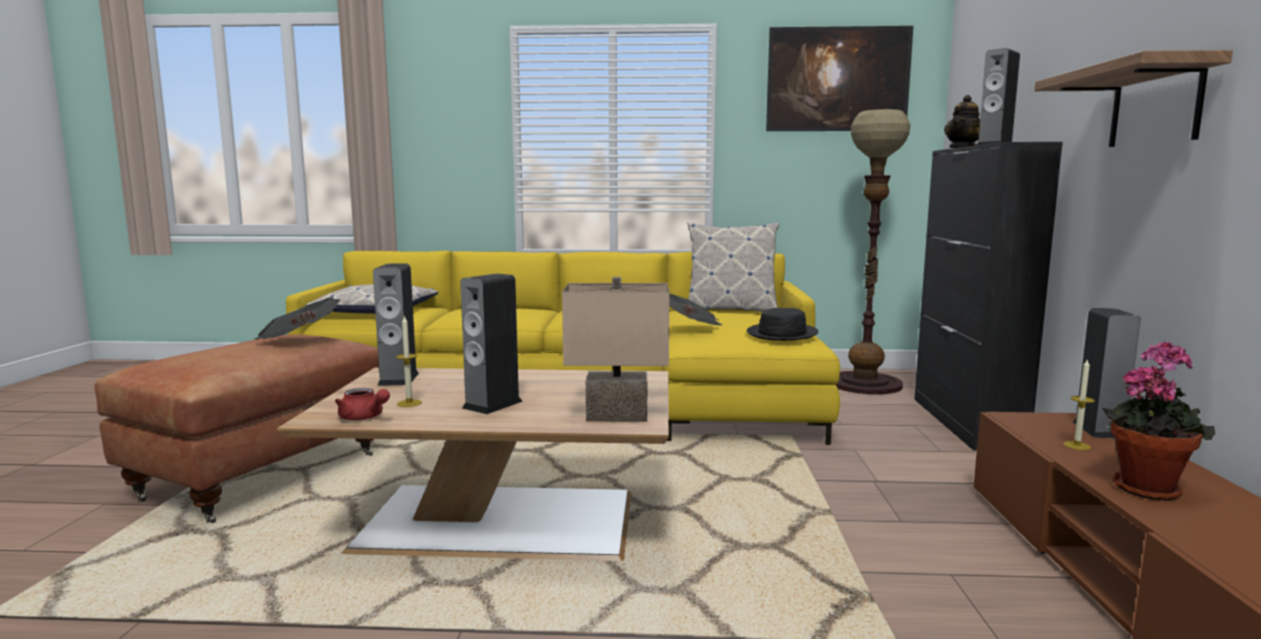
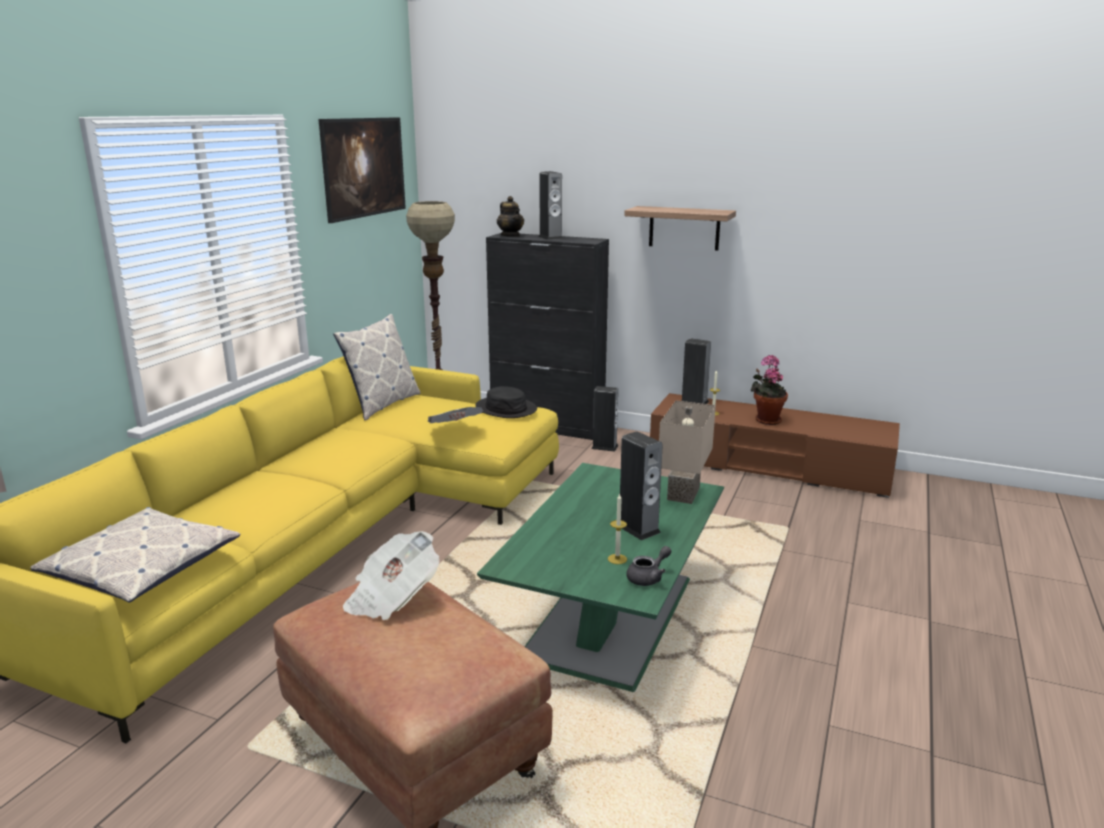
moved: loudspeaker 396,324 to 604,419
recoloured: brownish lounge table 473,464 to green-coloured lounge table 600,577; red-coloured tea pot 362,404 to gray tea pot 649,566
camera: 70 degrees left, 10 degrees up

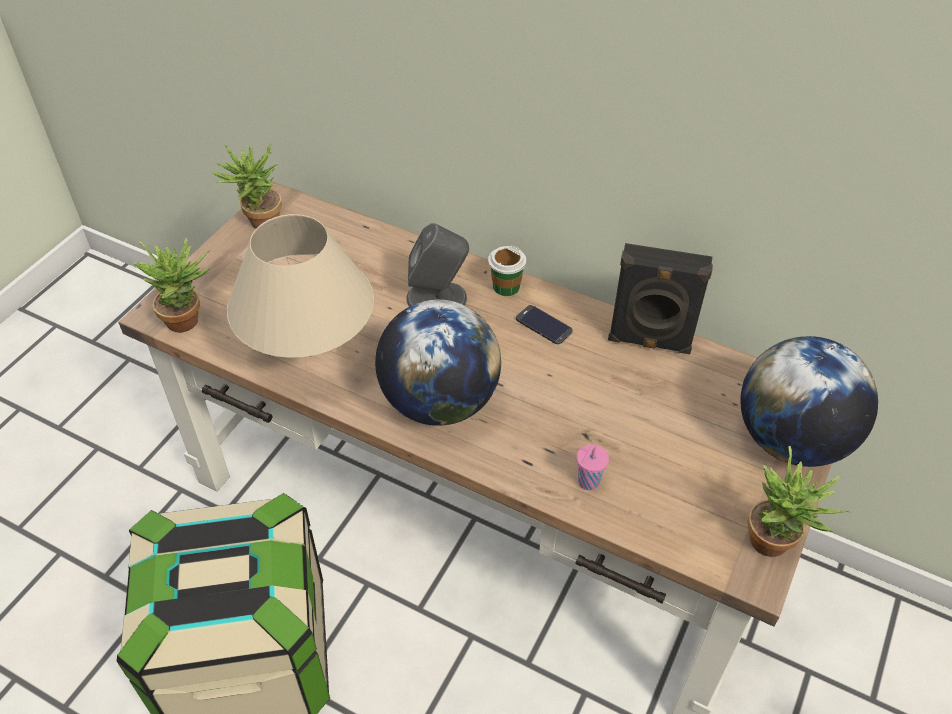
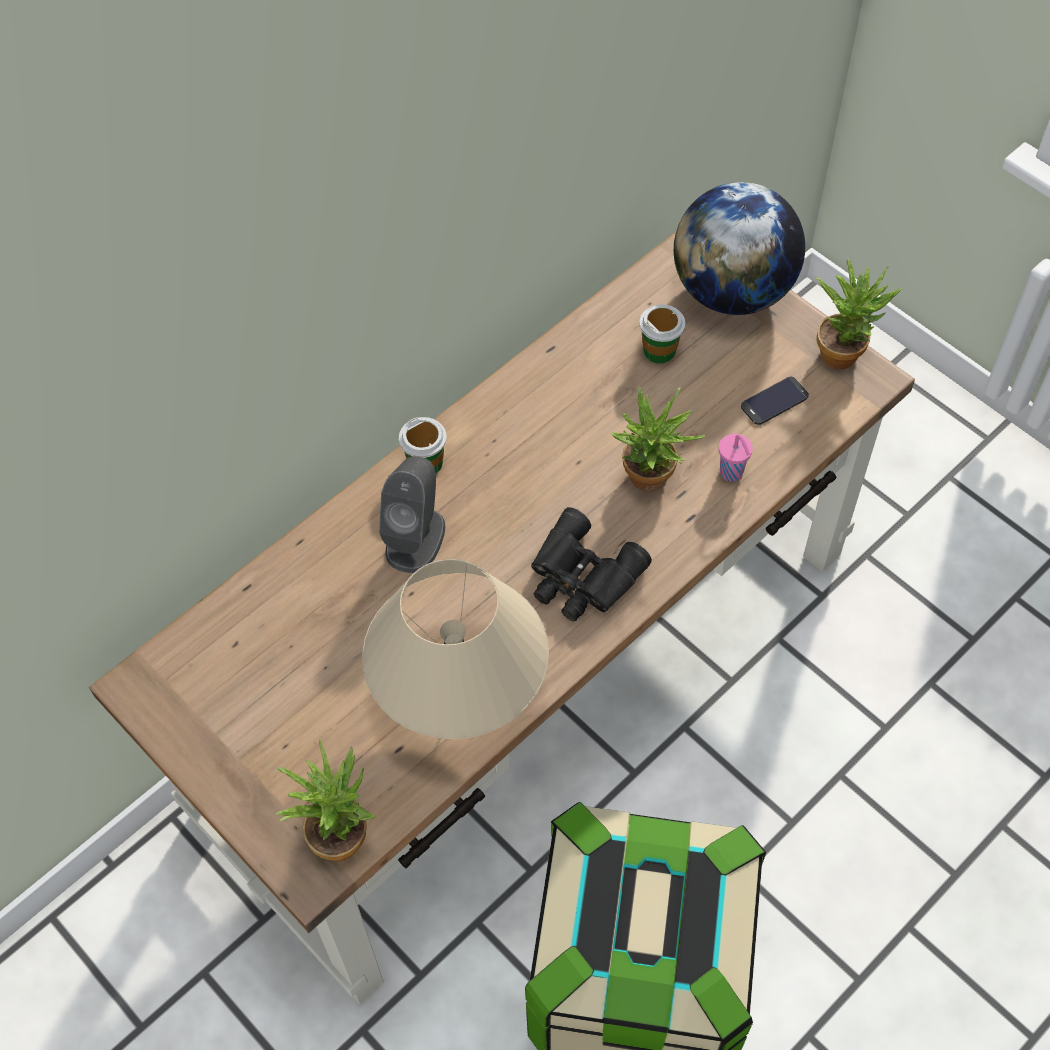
removed: blackish loudspeaker 660,298
added: drinking cup 662,334
moved: potted plant 247,186 to 657,439; handset 544,324 to 775,401
replaced: world globe 438,363 to blackish pair of binoculars 591,564
camera: 70 degrees left, 10 degrees up

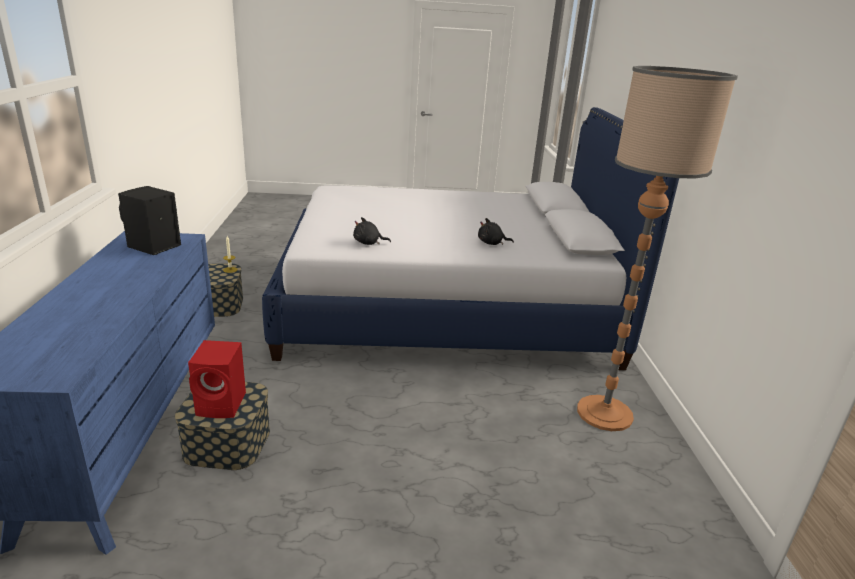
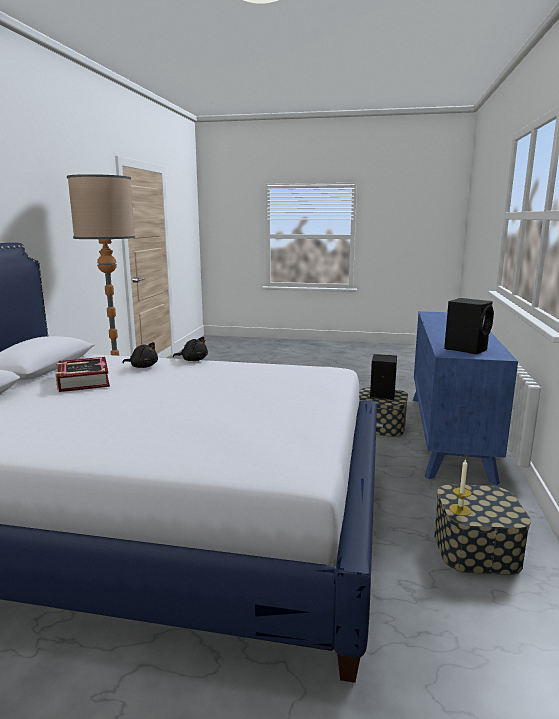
added: bound book 83,374
moved: blackish soft toy 372,231 to 190,349
recoloured: red-coloured loudspeaker 217,379 to blackish loudspeaker 383,377
camera: 165 degrees left, 10 degrees down

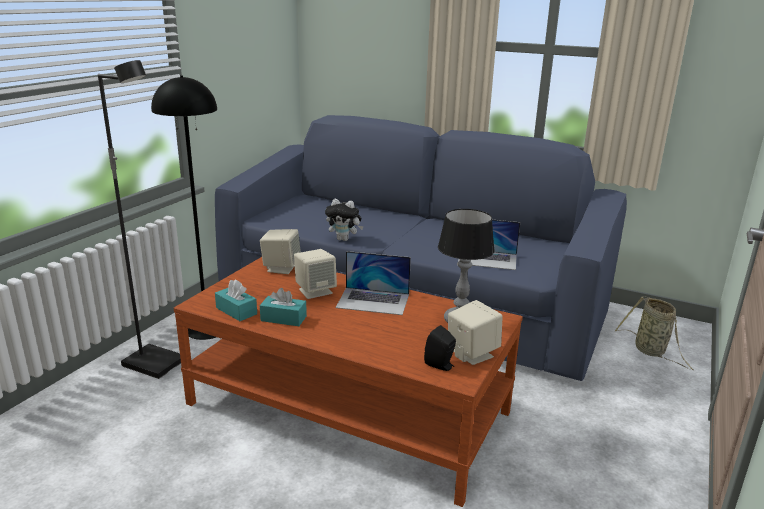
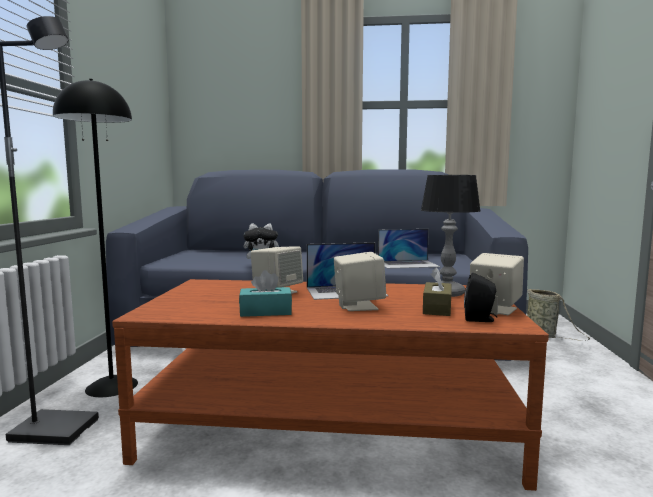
removed: turquoise tissue box 236,300
added: brownish tissue box 437,291
moved: sand-coloured loudspeaker 280,251 to 360,281
camera: 20 degrees left, 15 degrees down

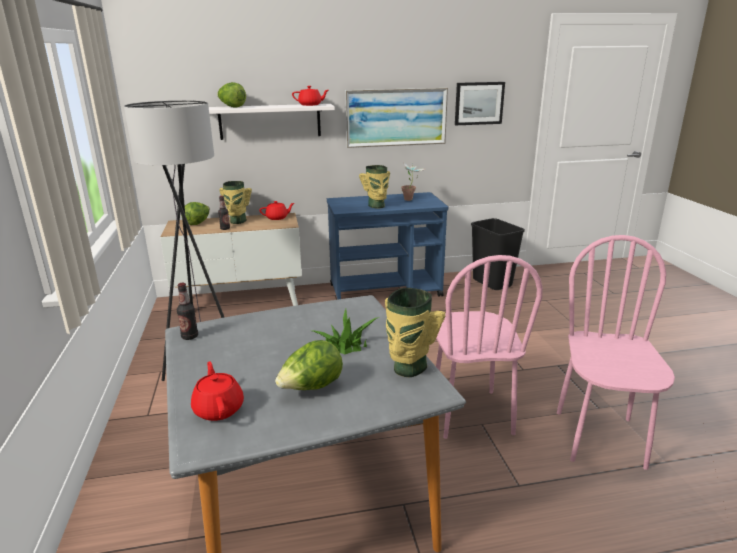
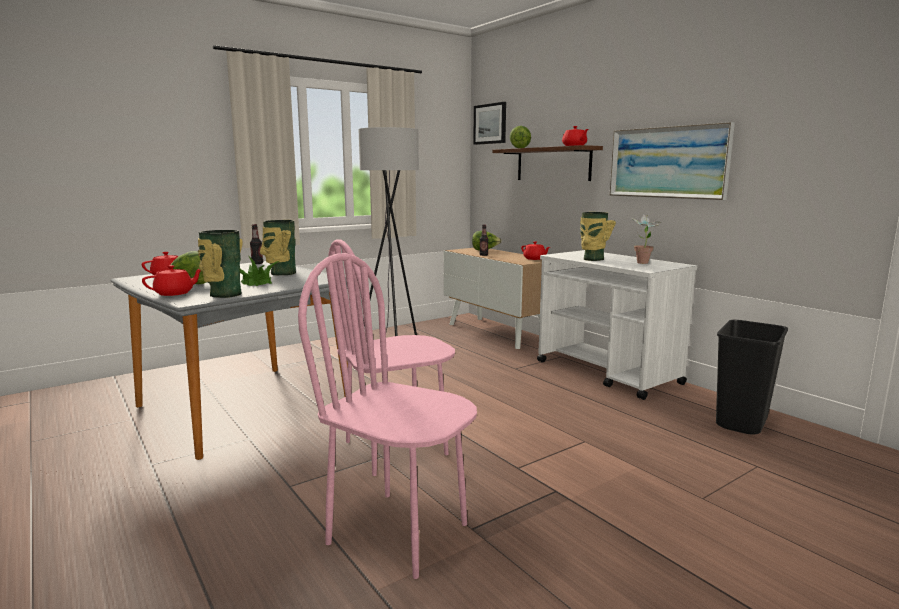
added: red-coloured tea pot 171,280
moved: flower vase 235,202 to 278,247; picture 480,103 to 489,123
recoloured: whitish shelf 272,122 to brownish shelf 547,163; blue wheeled cart 387,246 to whitish wheeled cart 617,325
turned: pinkish chair 616,352 = 387,416 135 degrees counterclockwise
camera: 65 degrees right, 10 degrees down

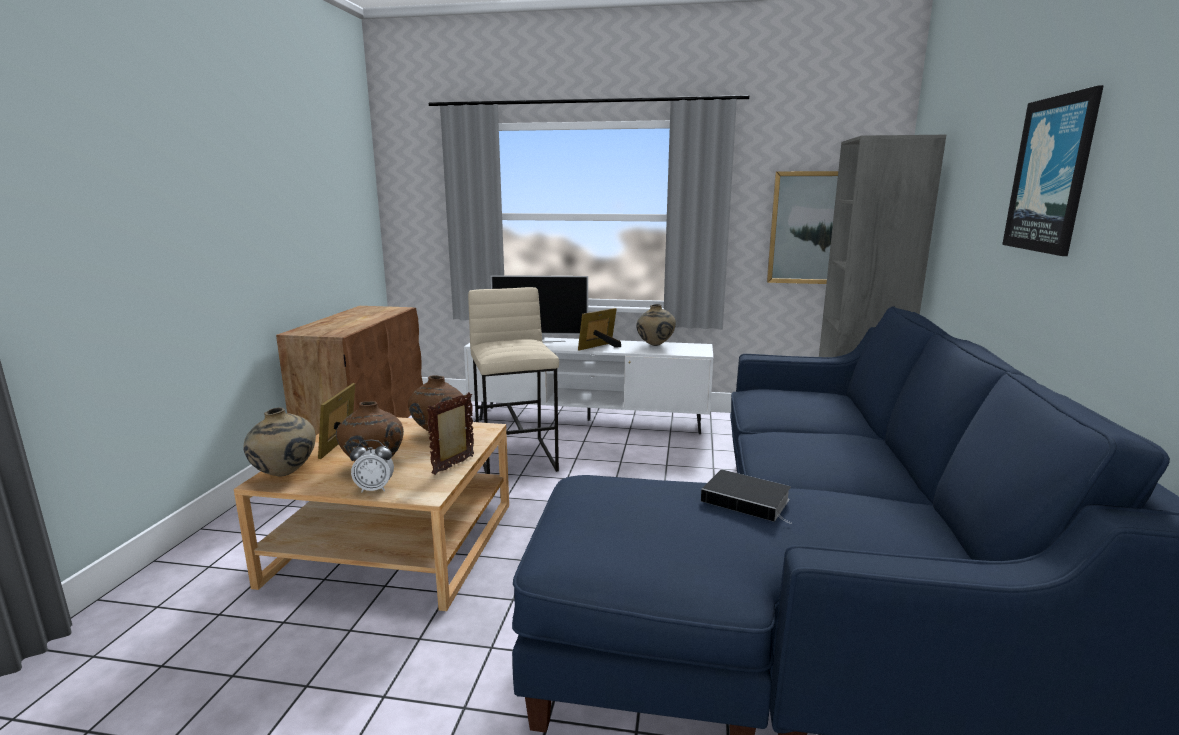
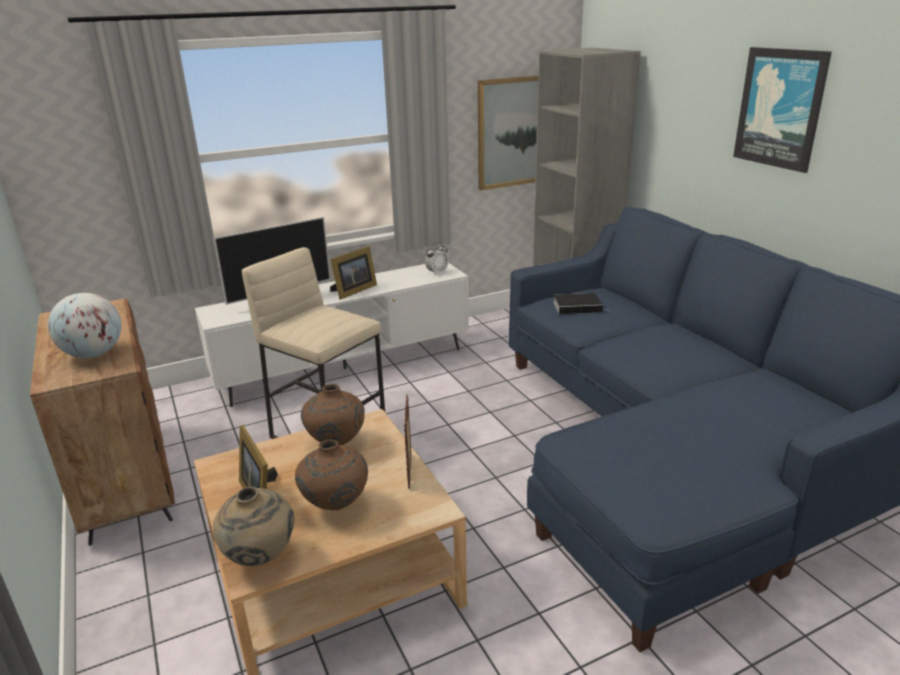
removed: sand-coloured flower vase 656,325
added: world globe 84,325
moved: table clock 372,466 to 437,259; bound book 746,497 to 581,303
turned: picture frame 599,329 = 353,273 150 degrees counterclockwise
camera: 35 degrees left, 10 degrees up

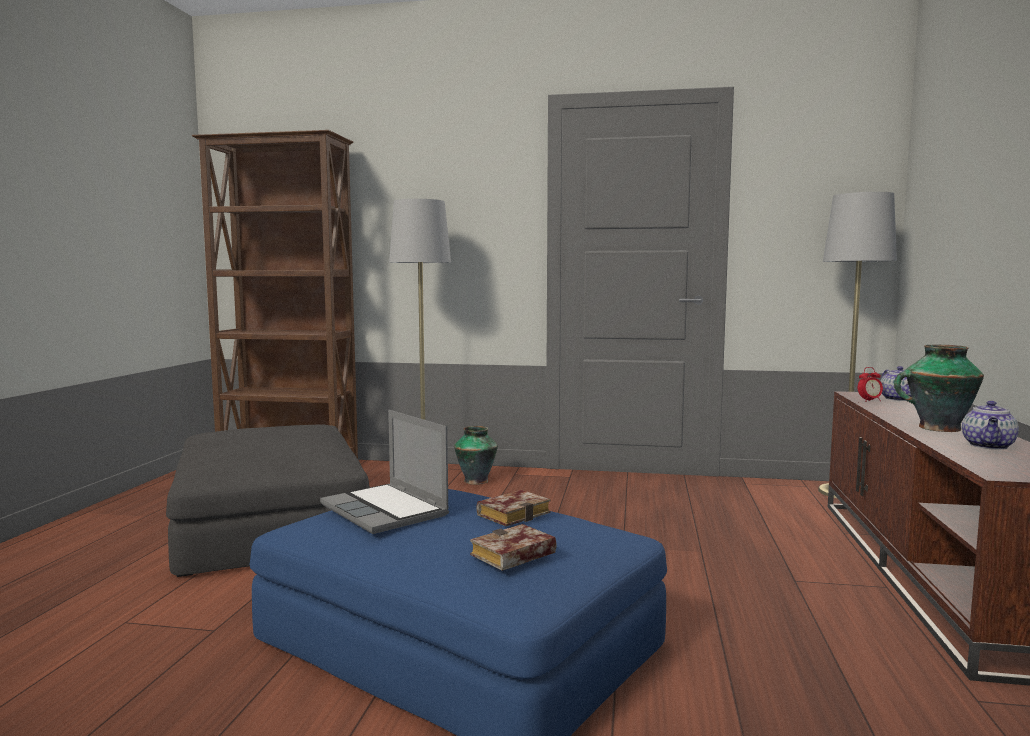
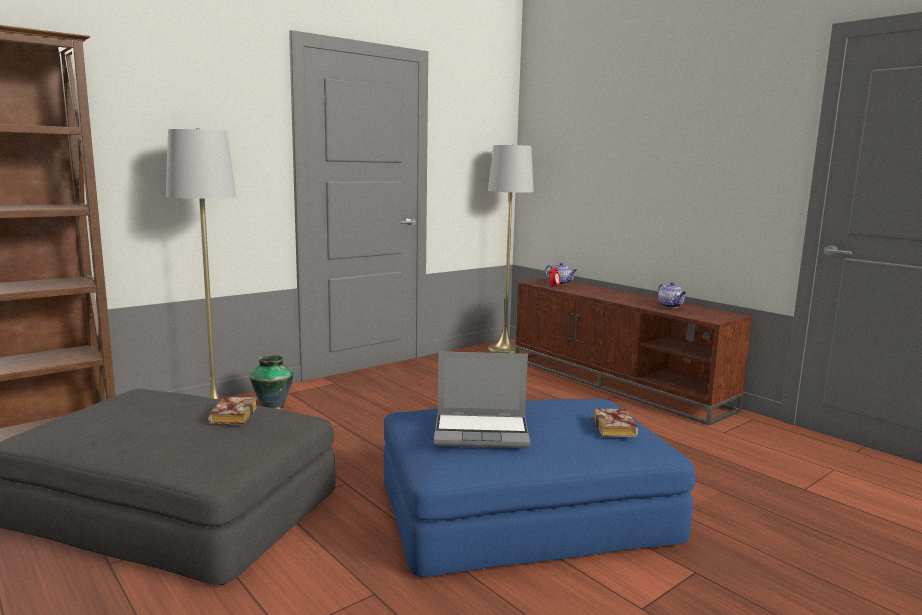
removed: flower vase 939,388
moved: bound book 513,508 to 232,410
camera: 50 degrees left, 5 degrees up

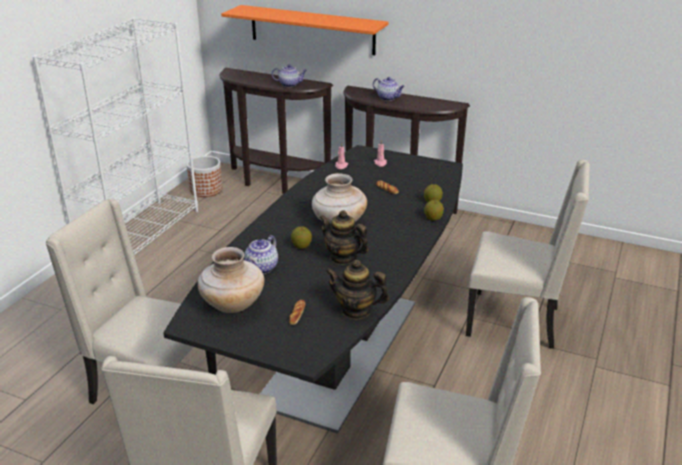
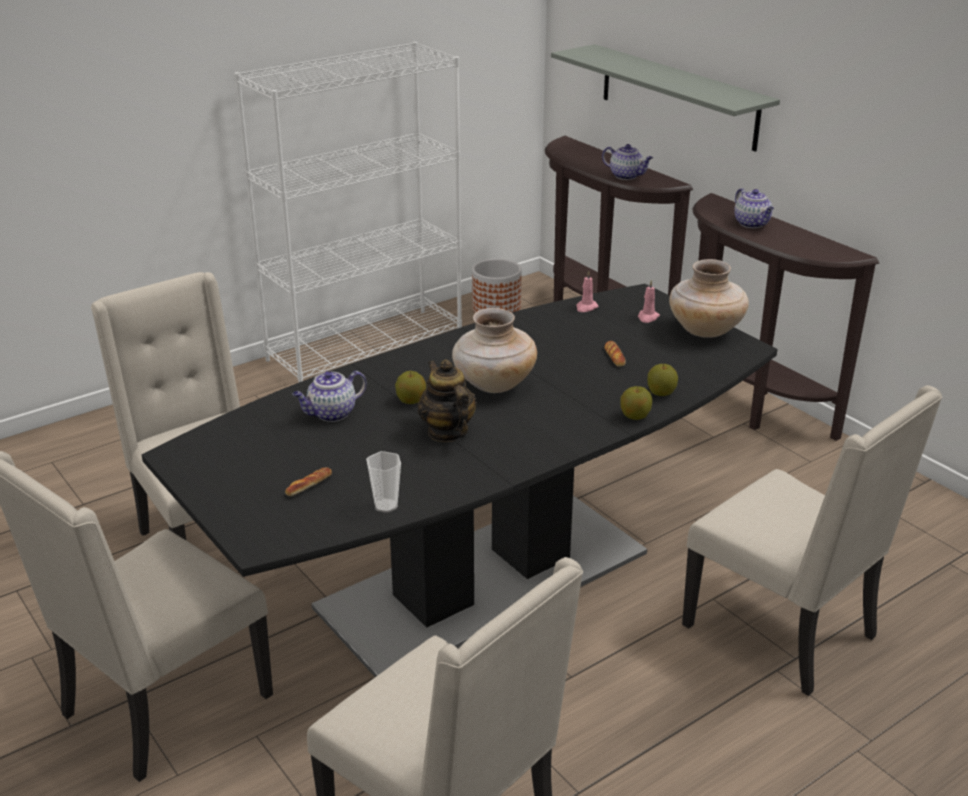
moved: sand-coloured flower vase 231,280 to 709,298
replaced: tea pot 357,290 to drinking cup 383,482
recoloured: orangey shelf 305,30 to gray shelf 665,98
camera: 30 degrees right, 0 degrees up

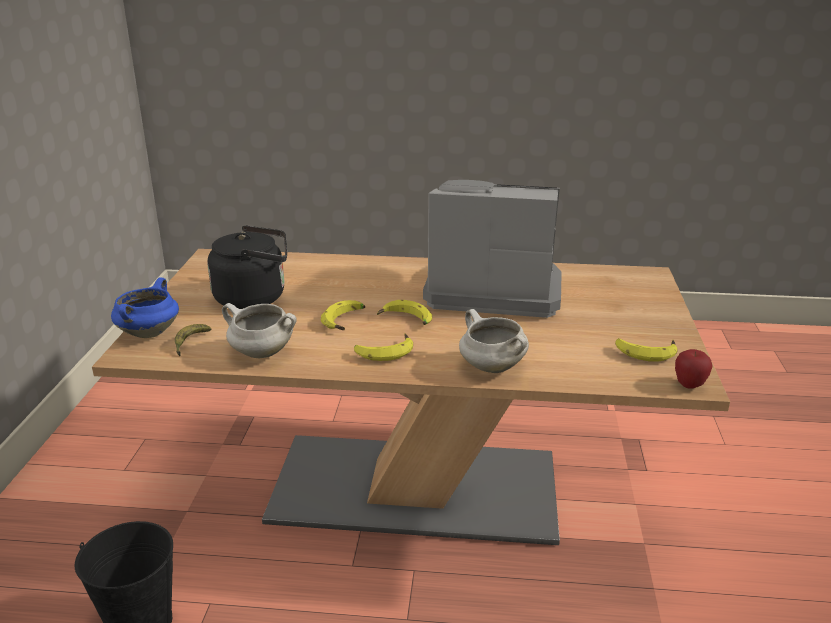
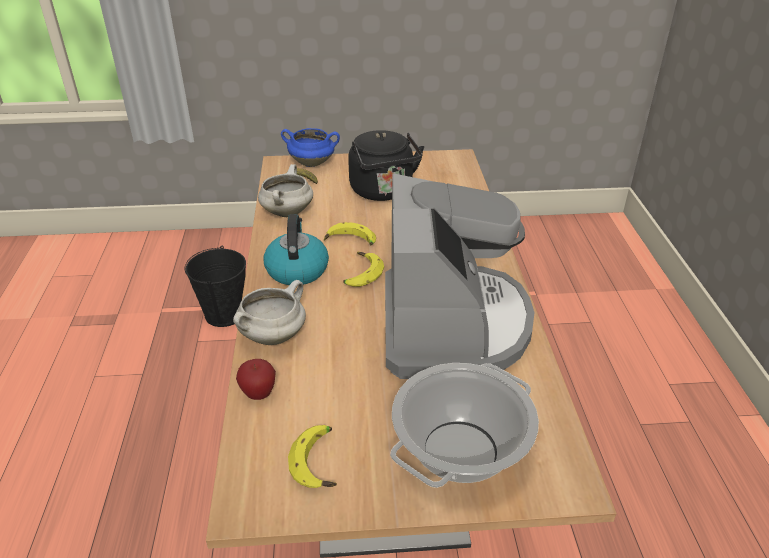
added: cooking pot 464,425
moved: whole apple 694,369 to 256,379
replaced: banana 383,347 to tea kettle 296,249
camera: 80 degrees right, 10 degrees up

